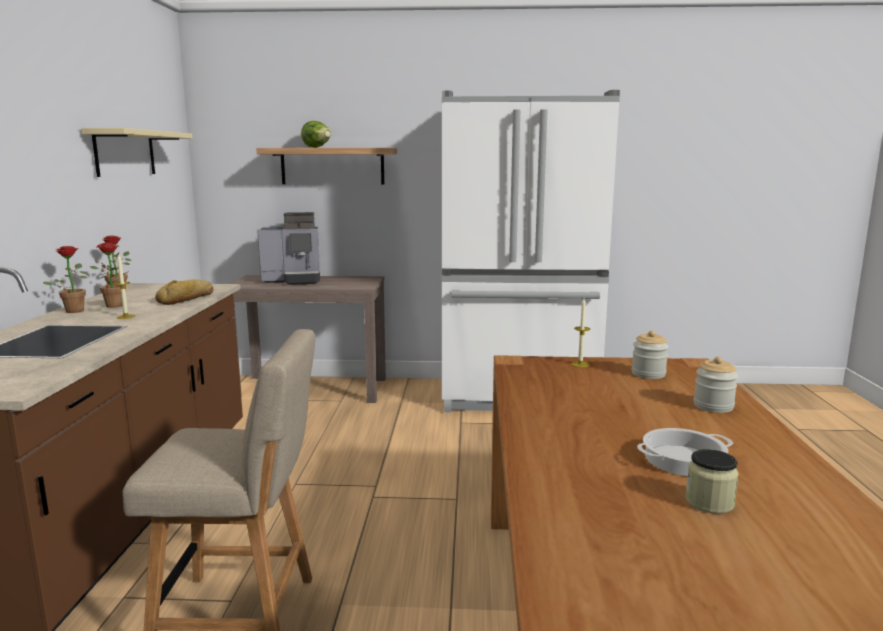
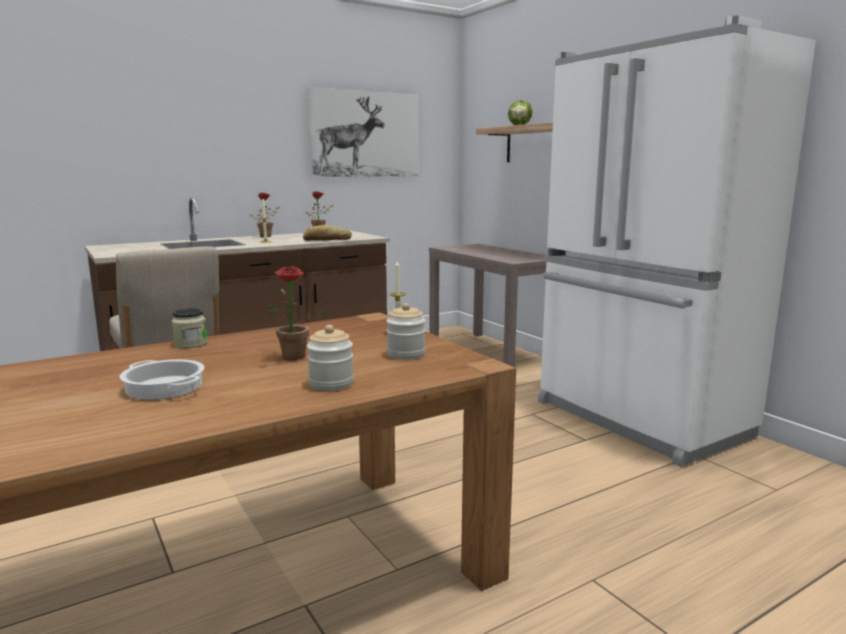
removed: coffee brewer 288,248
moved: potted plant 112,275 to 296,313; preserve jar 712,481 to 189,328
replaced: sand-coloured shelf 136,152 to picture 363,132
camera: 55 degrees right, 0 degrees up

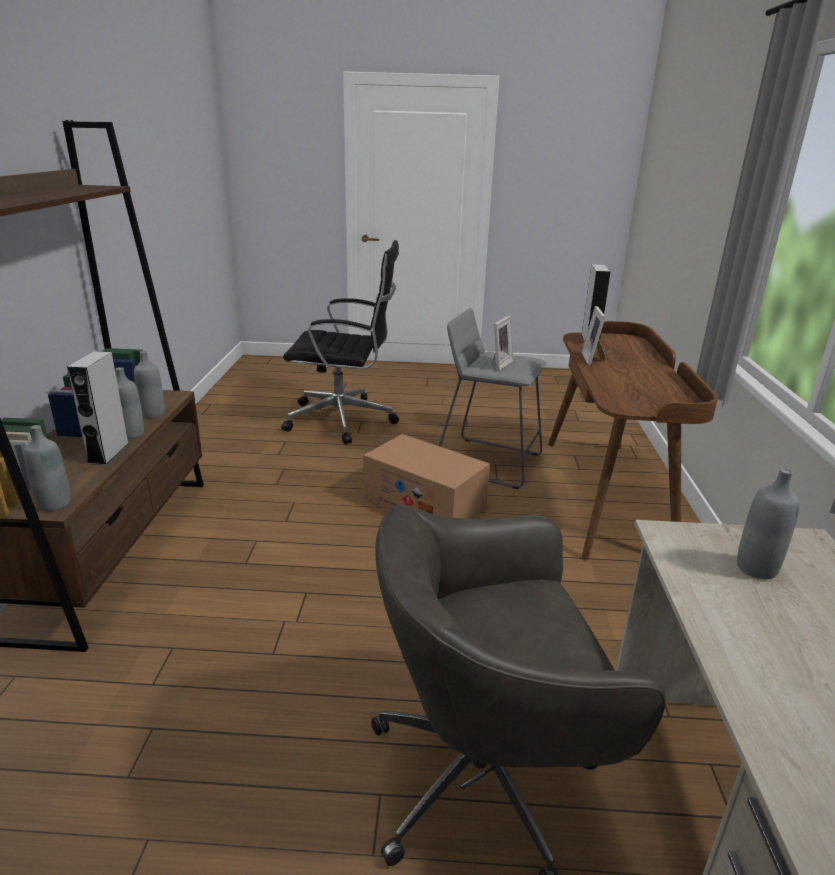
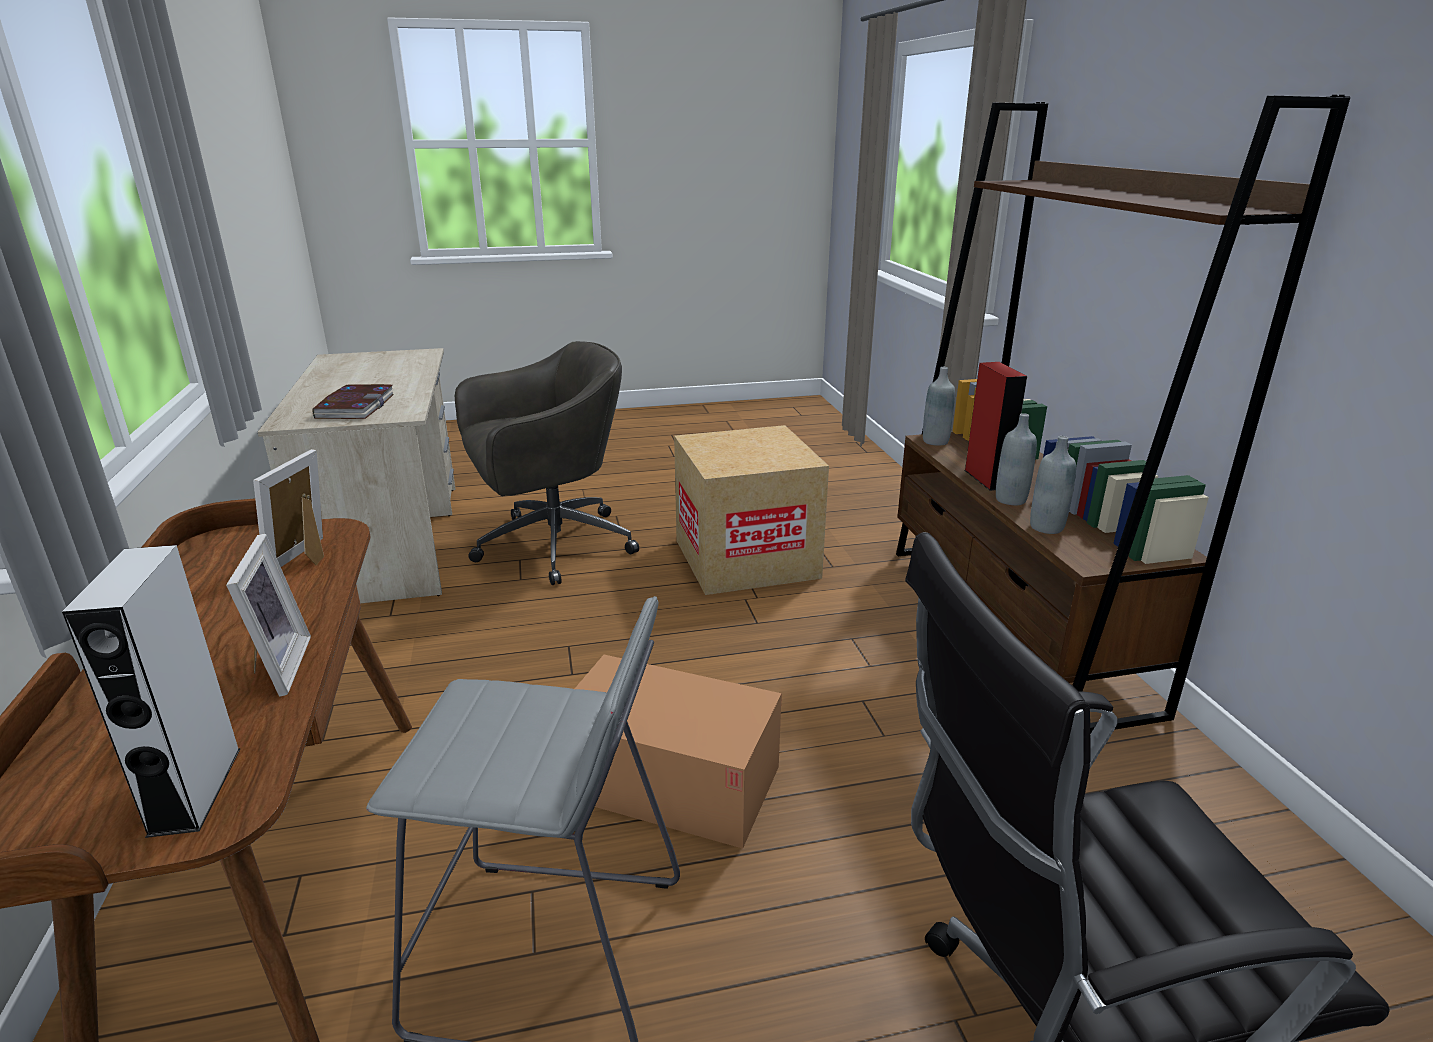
added: carton 751,510
moved: picture frame 503,343 to 288,508
replaced: gray beverage bottle 768,523 to bound book 353,401
recoloured: gray loudspeaker 98,408 to red-coloured loudspeaker 995,426
camera: 165 degrees right, 0 degrees up

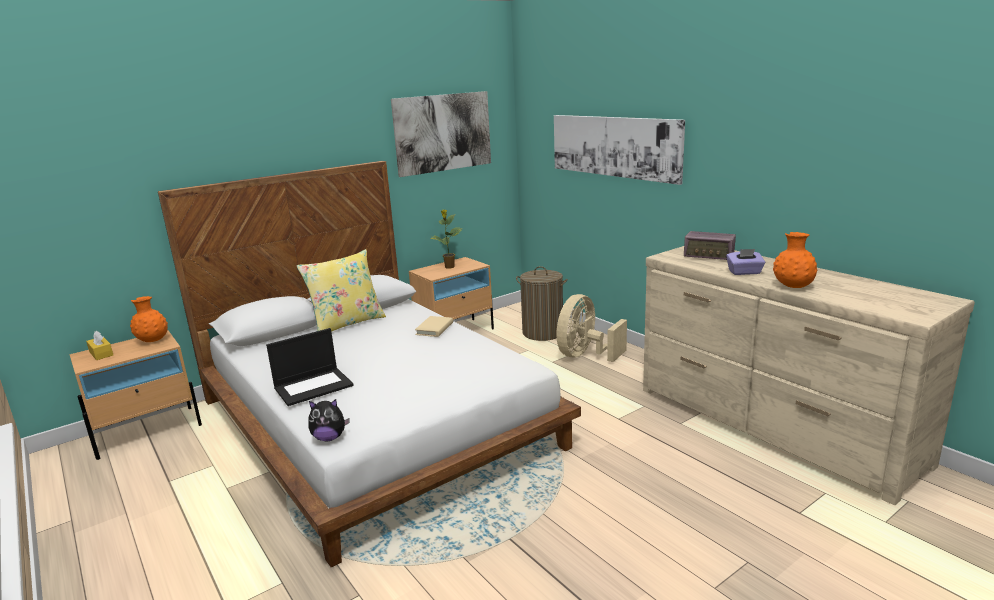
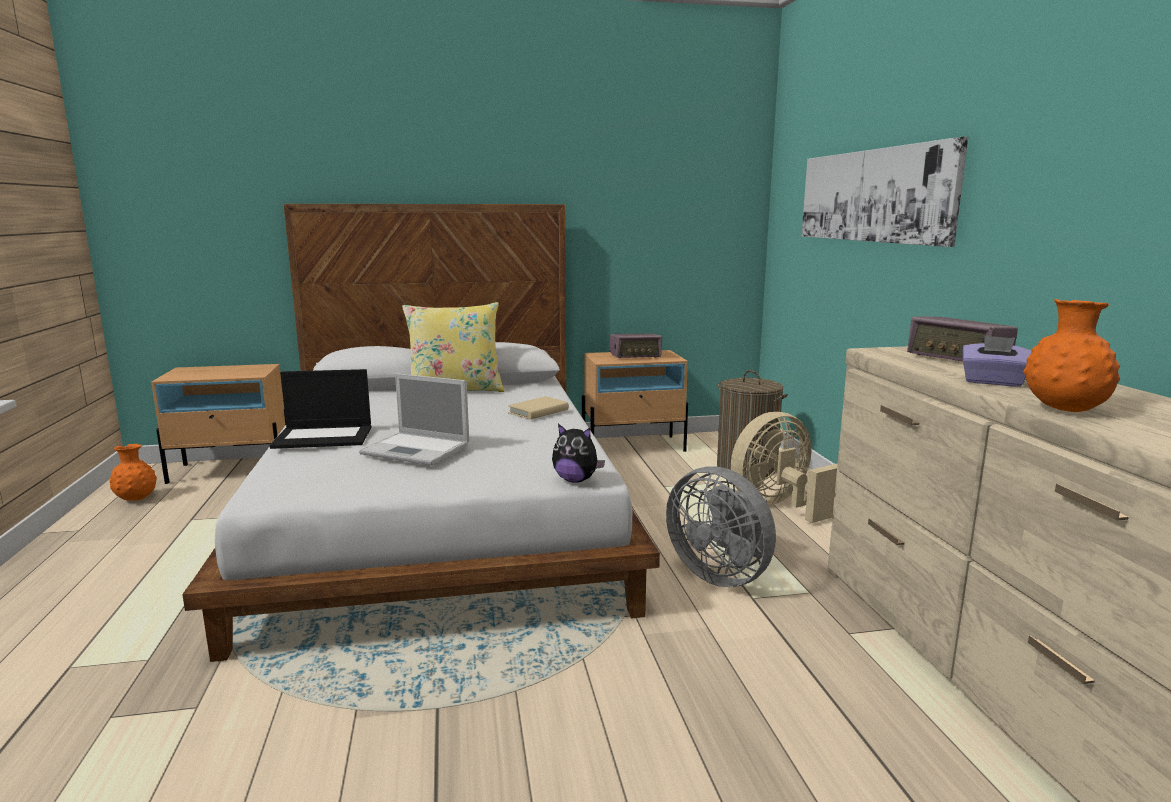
removed: yellow tissue box 99,345; picture 441,134
added: laptop 414,419; gray electric fan 721,526
moved: orangey flower vase 149,319 to 133,472; soft toy 329,420 to 578,453
replaced: potted plant 446,239 to radio receiver 635,346
camera: 25 degrees right, 5 degrees down

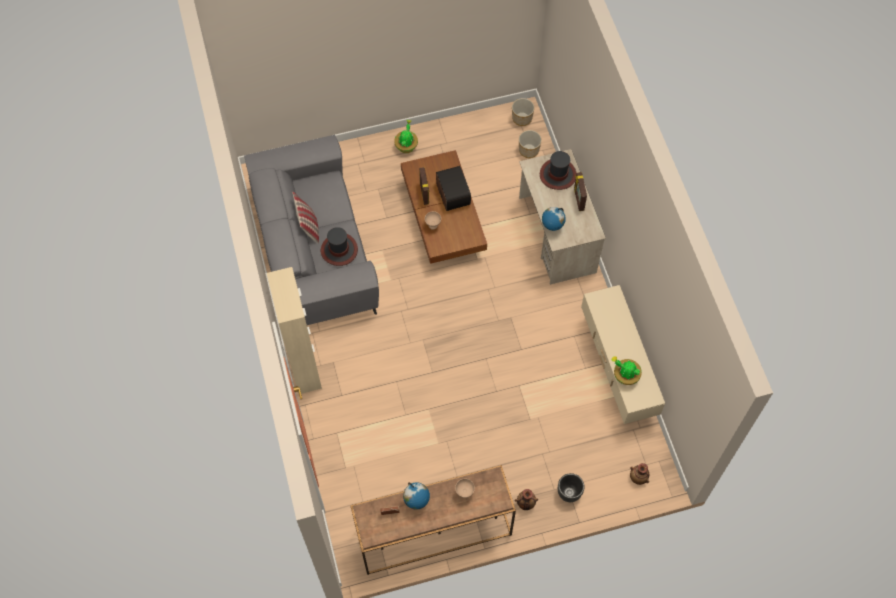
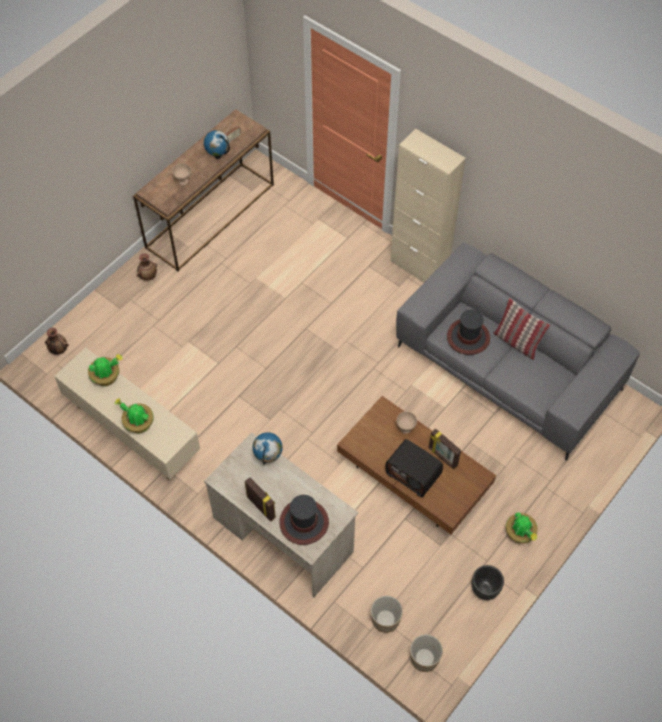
added: potted plant 134,415
moved: blackish flower pot 571,487 to 488,582
camera: 145 degrees right, 5 degrees down

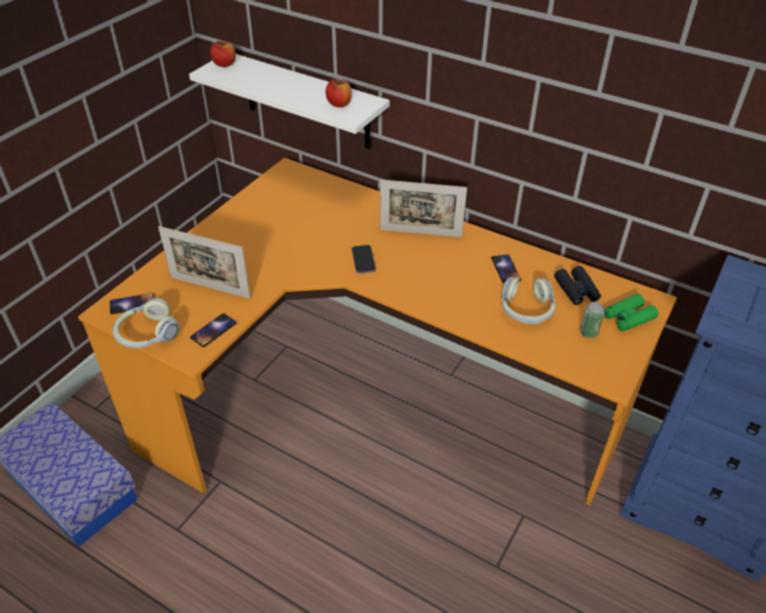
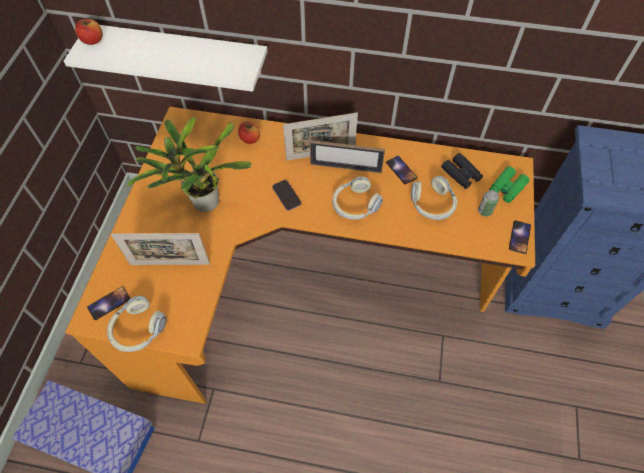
added: potted plant 189,164; picture frame 347,156; headset 357,198
moved: handset 213,330 to 520,237; whole apple 339,93 to 249,132
camera: 20 degrees left, 15 degrees up

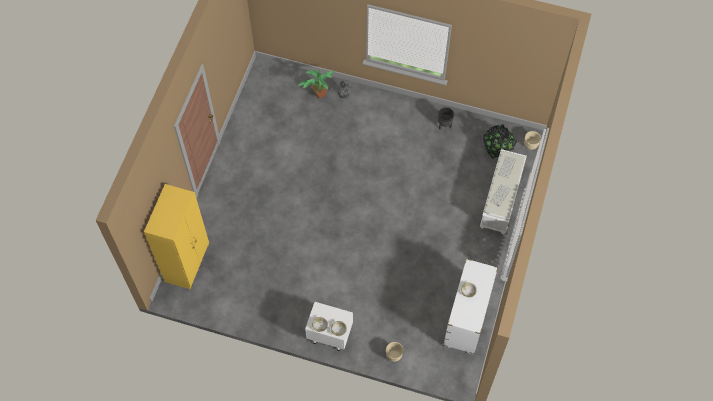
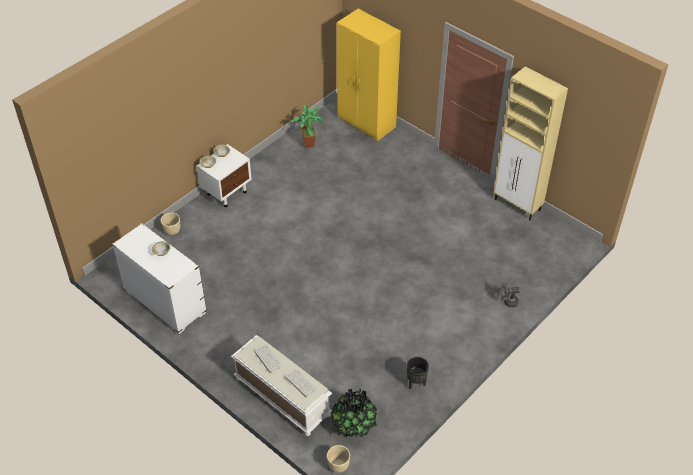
added: sand-coloured storage cabinet 531,143
moved: potted plant 316,84 to 308,126
camera: 115 degrees right, 15 degrees down

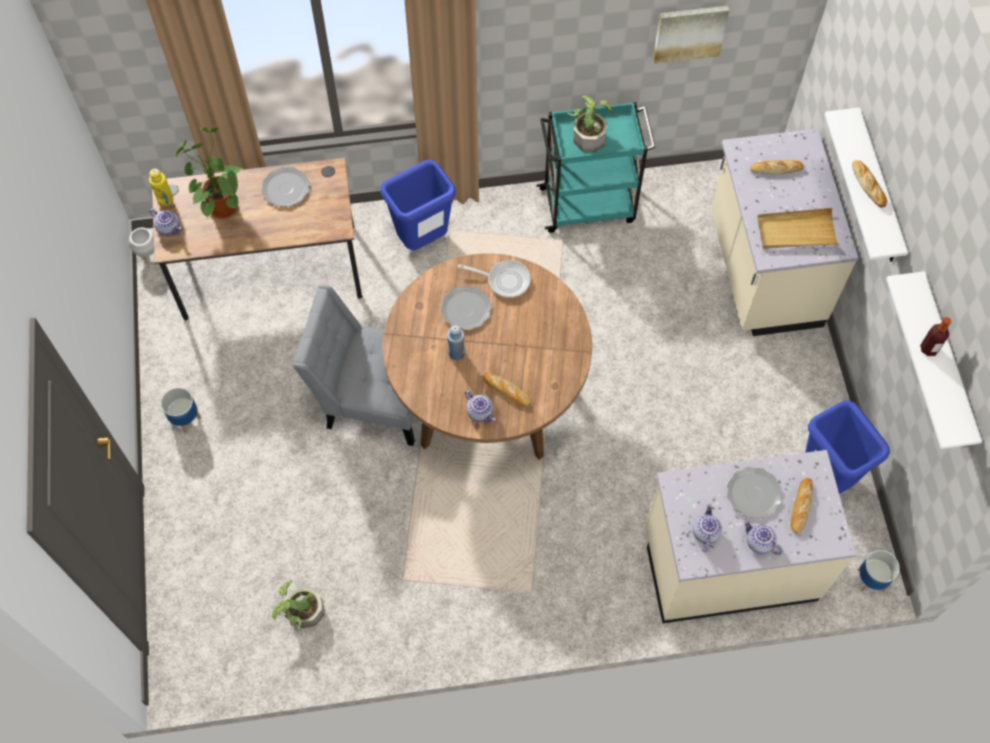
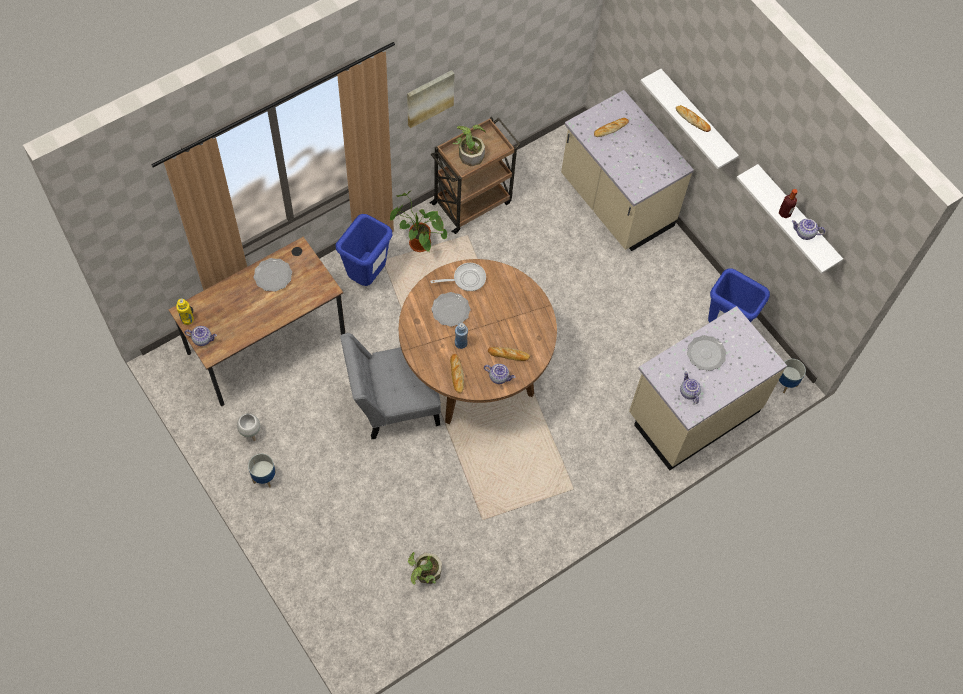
removed: sand-coloured tray 798,228
moved: whitish flower pot 141,247 to 248,427; potted plant 208,173 to 418,221; picture 691,35 to 431,99; tea pot 763,537 to 808,229; bread 801,506 to 457,373
recoloured: turquoise wheeled cart 596,167 to brownish wheeled cart 475,175
camera: 30 degrees left, 0 degrees up

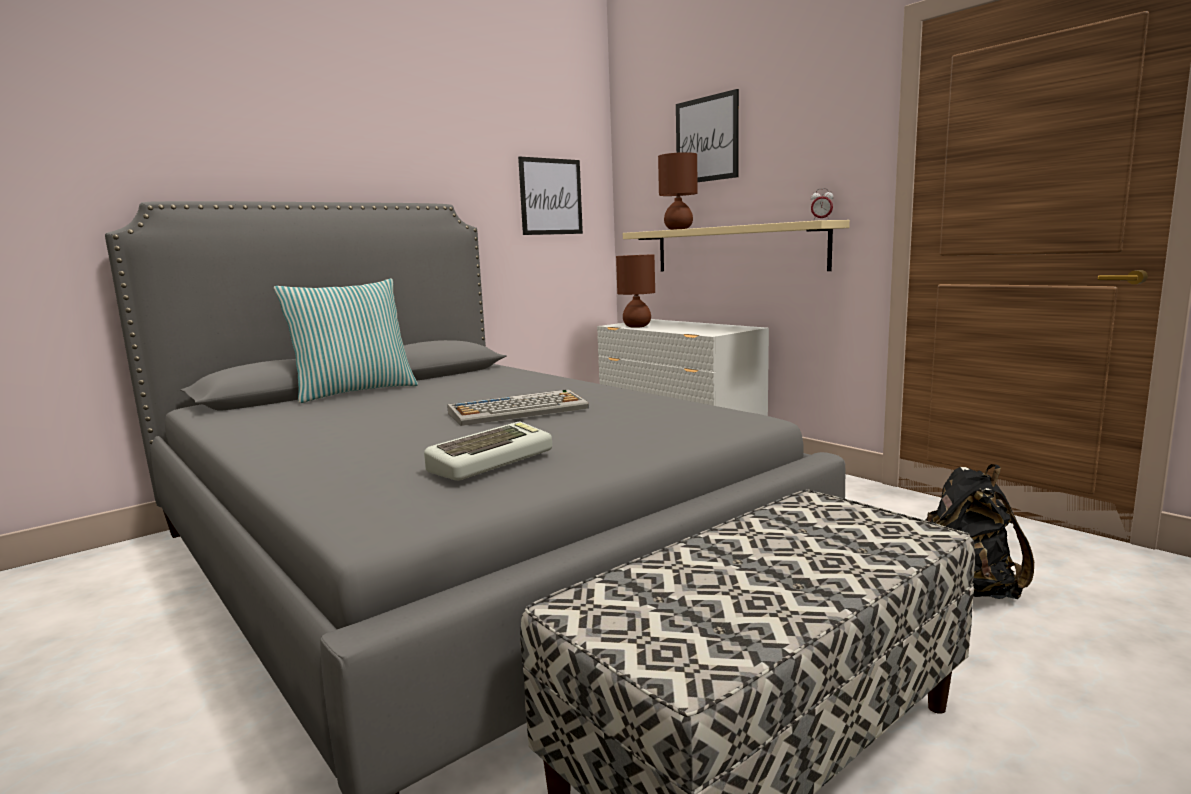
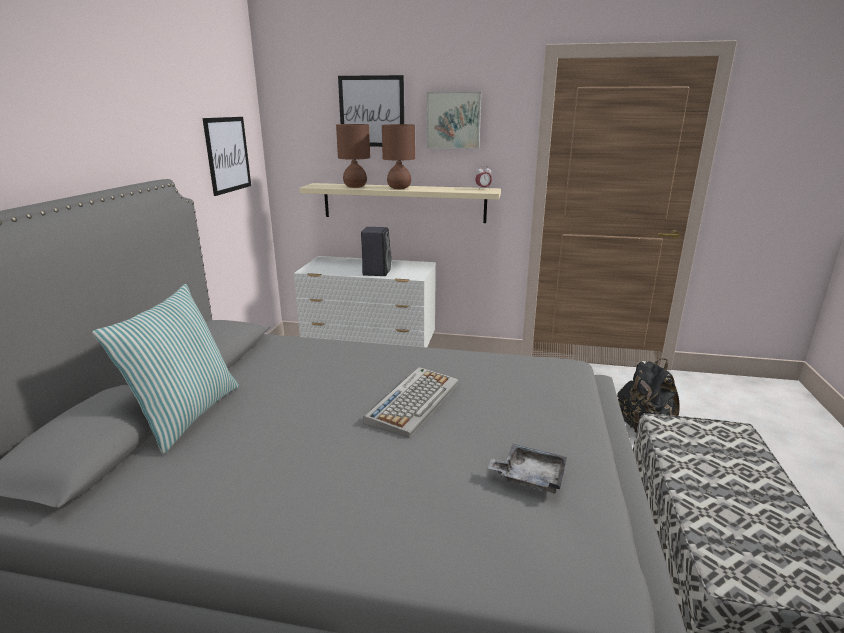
added: blackish loudspeaker 376,251; picture 454,120
moved: brownish table lamp 635,291 to 398,156
replaced: computer keyboard 488,451 to gray tray 527,468
camera: 40 degrees left, 10 degrees up

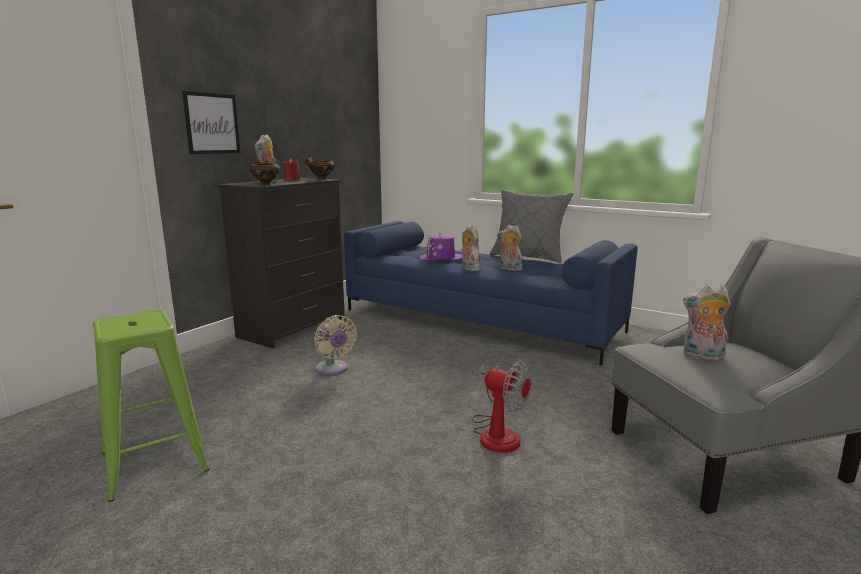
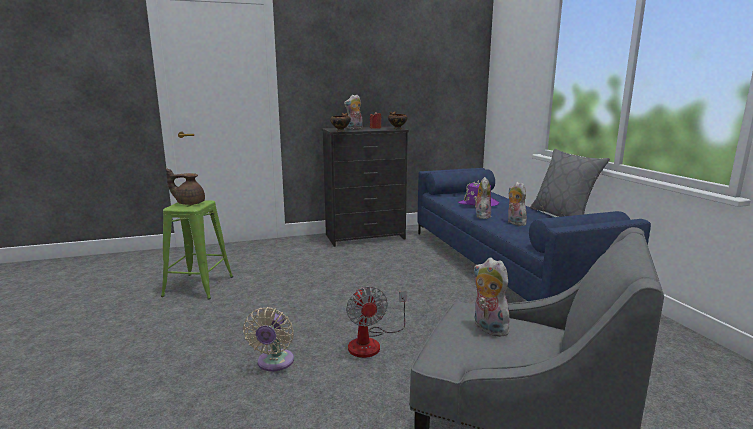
removed: picture 211,122
added: brownish tea pot 185,186
moved: sand-coloured electric fan 335,345 to 268,339
camera: 40 degrees right, 0 degrees up

